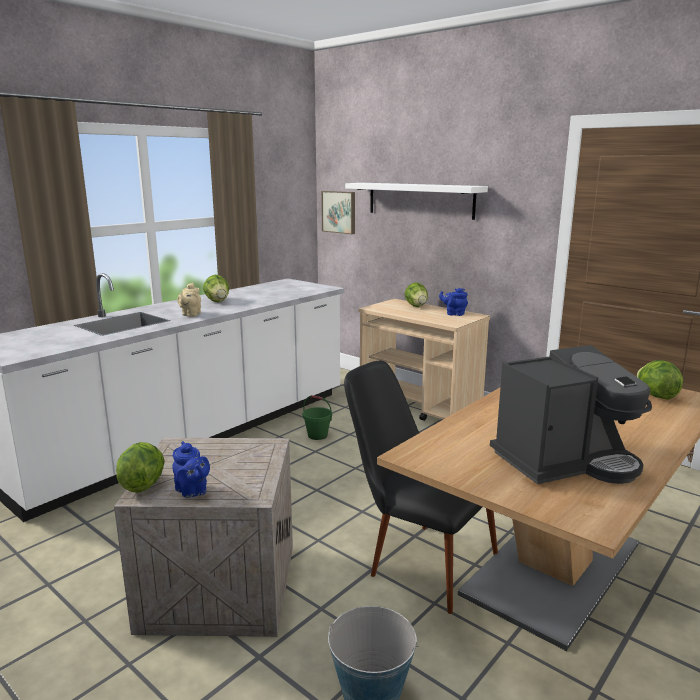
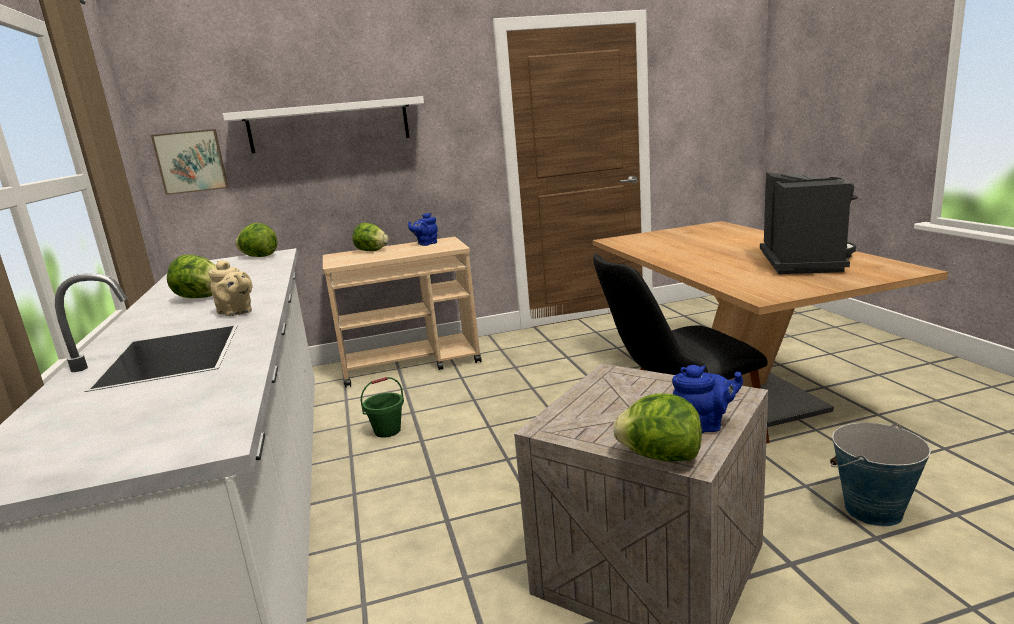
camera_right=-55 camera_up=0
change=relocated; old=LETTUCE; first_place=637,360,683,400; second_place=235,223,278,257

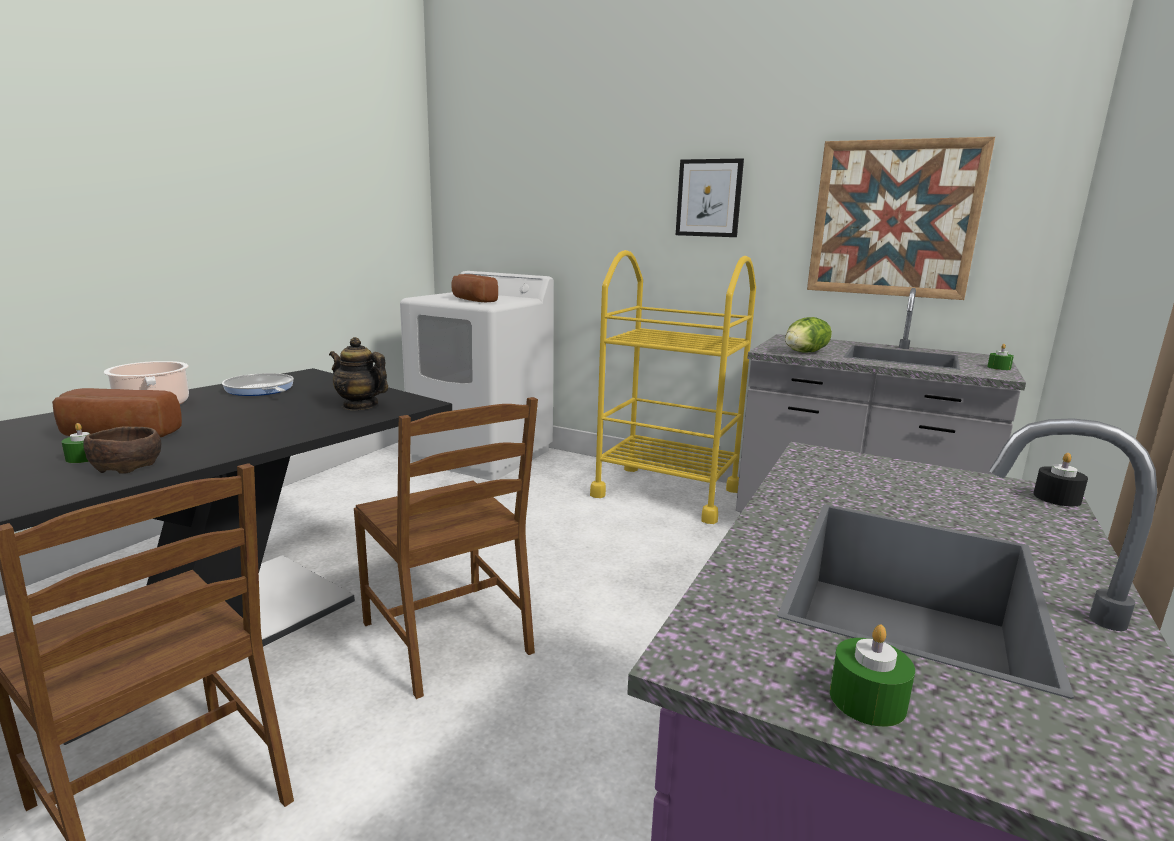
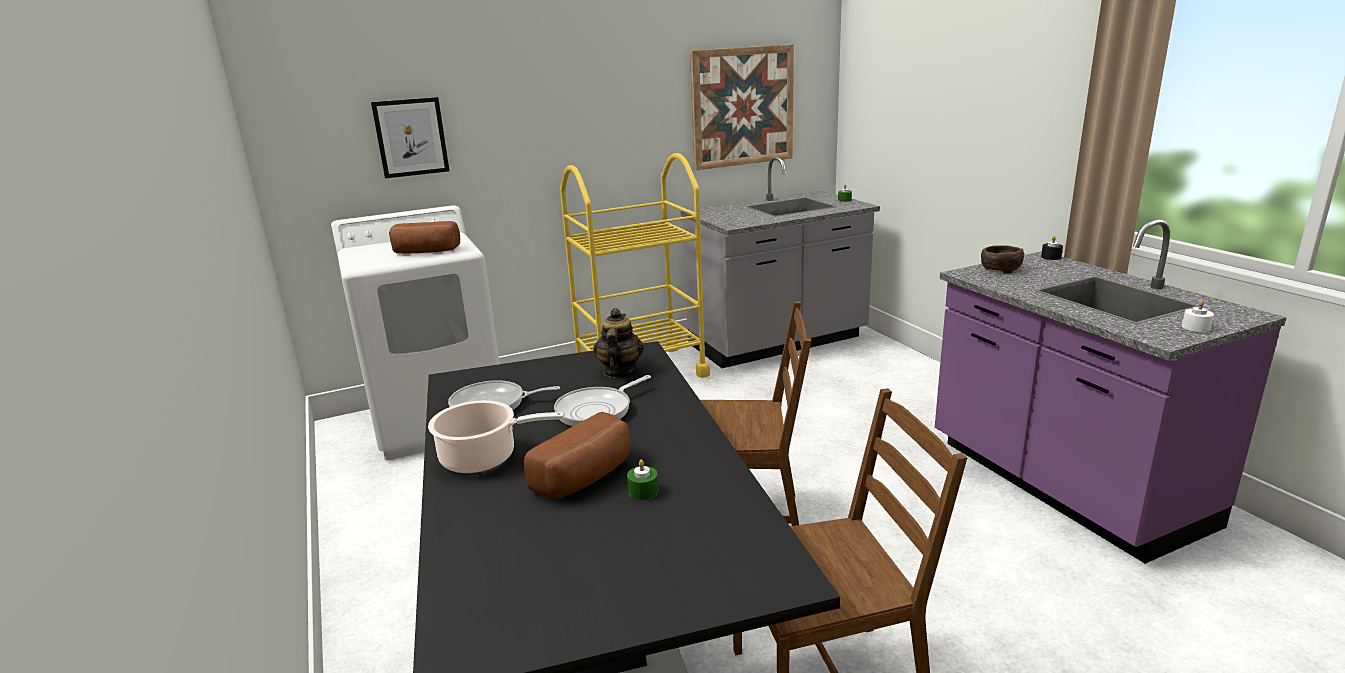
camera_right=-50 camera_up=5
change=missing; old=LETTUCE; first_place=785,317,832,352
change=appeared; new=FRYING PAN; second_place=554,375,651,426
change=relocated; old=BROWN BOWL; first_place=84,426,161,474; second_place=981,245,1024,273
change=relocated; old=PICTURE; first_place=676,158,744,237; second_place=371,97,450,178
change=colour; old=GREEN CANDLE; new=WHITE CANDLE; first_place=830,625,915,727; second_place=1182,300,1214,332
change=spun; old=TEAPOT; first_place=329,337,388,410; second_place=593,308,644,378; degrees=120

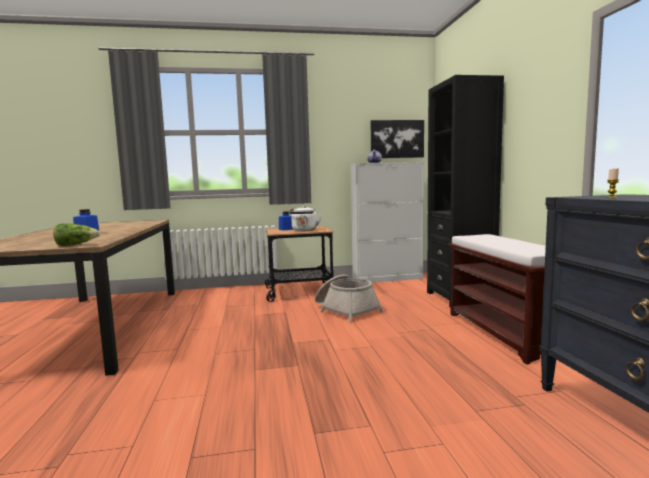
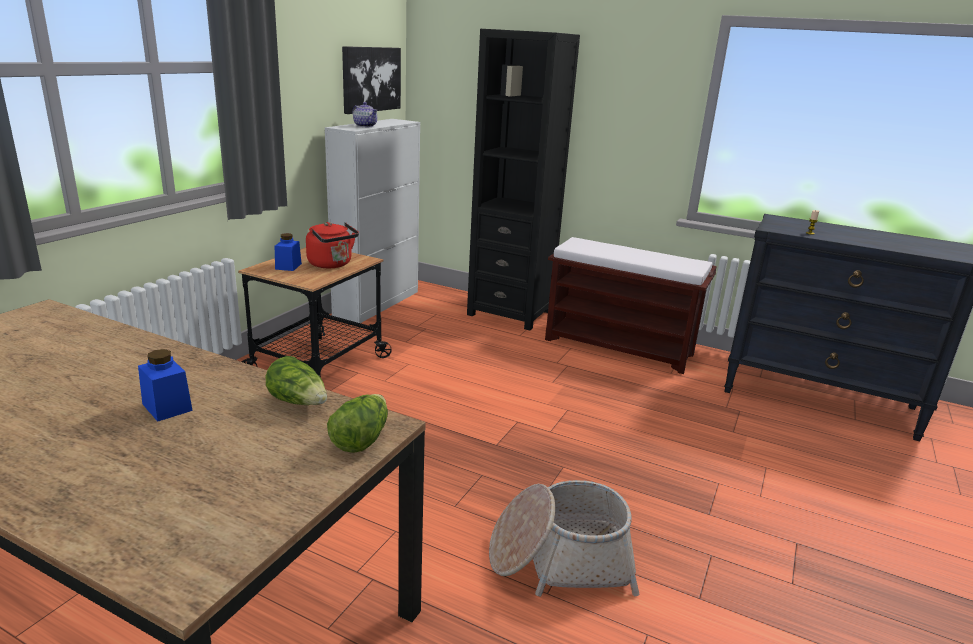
camera_right=-55 camera_up=15
change=appeared; new=LETTUCE; second_place=266,356,327,405
change=relocated; old=BASKET; first_place=315,275,383,322; second_place=489,480,639,597
change=colour; old=WHITE KETTLE; new=RED KETTLE; first_place=289,206,322,231; second_place=306,222,359,268

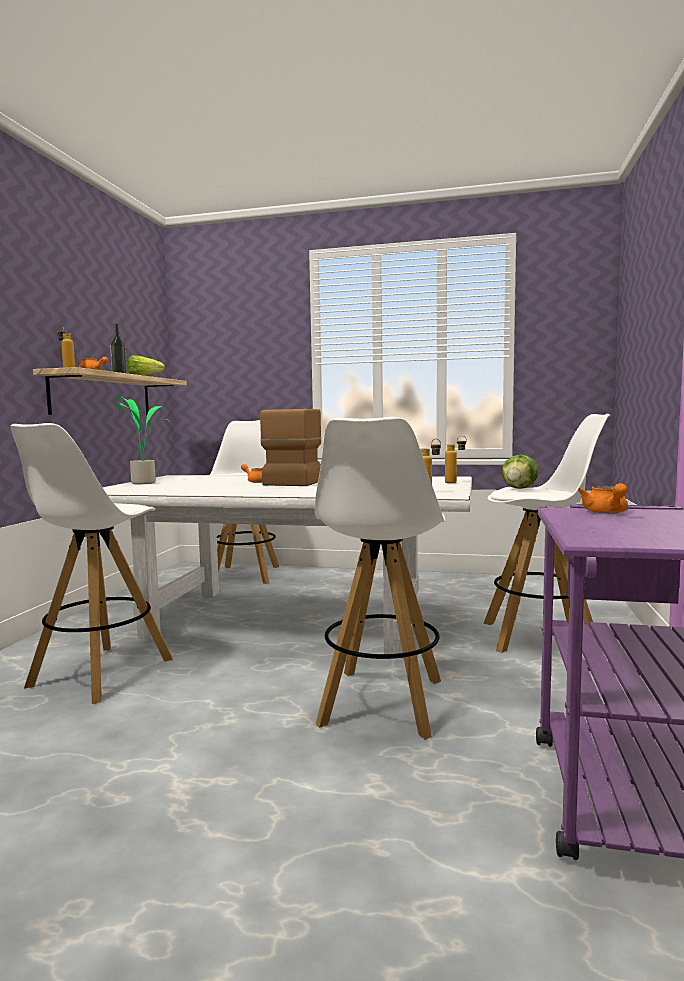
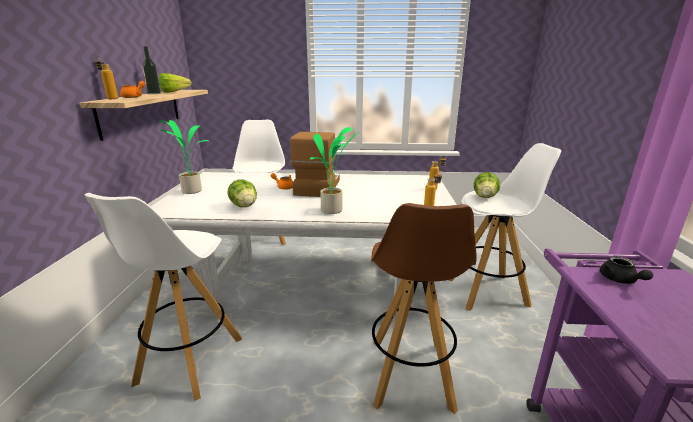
camera_right=-10 camera_up=15
change=appeared; new=LETTUCE; second_place=227,179,257,207
change=appeared; new=POTTED PLANT; second_place=310,127,359,214
change=colour; old=WHITE STOOL; new=BROWN STOOL; first_place=315,417,445,740; second_place=371,203,477,414
change=colour; old=ORANGE TEAPOT; new=BLACK TEAPOT; first_place=578,483,628,514; second_place=600,256,653,284

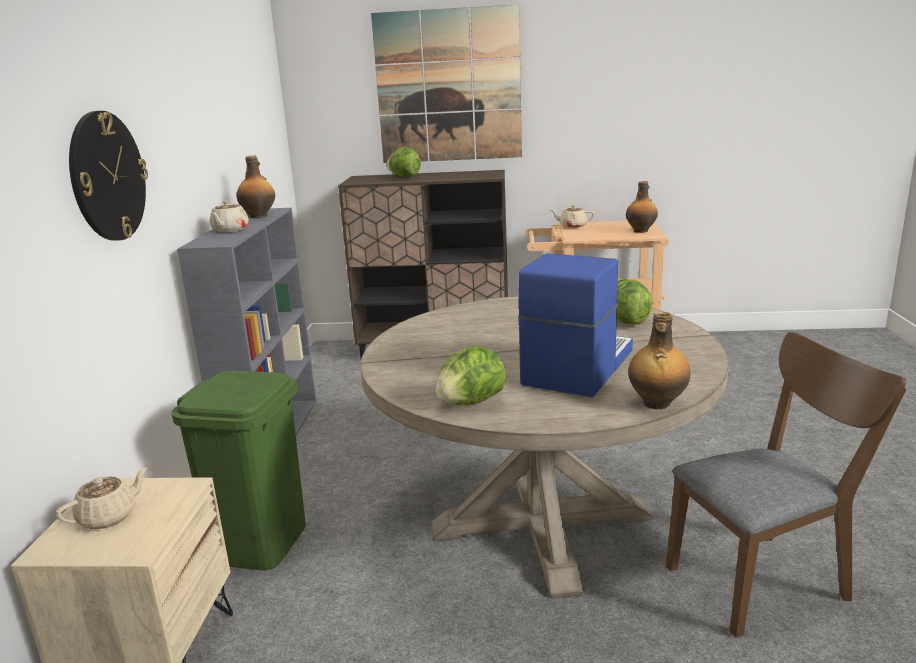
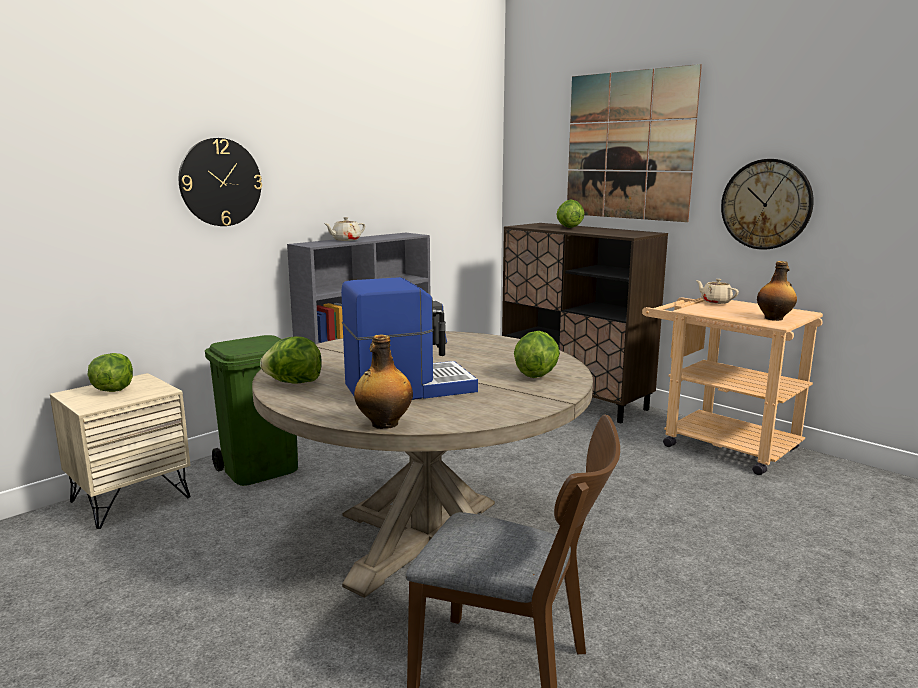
camera_right=40 camera_up=-5
change=missing; old=BOTTLE; first_place=236,155,275,218
change=appeared; new=WALL CLOCK; second_place=721,159,814,250
change=exchanged; old=BEIGE TEAPOT; new=LETTUCE; first_place=56,467,148,529; second_place=87,353,133,392

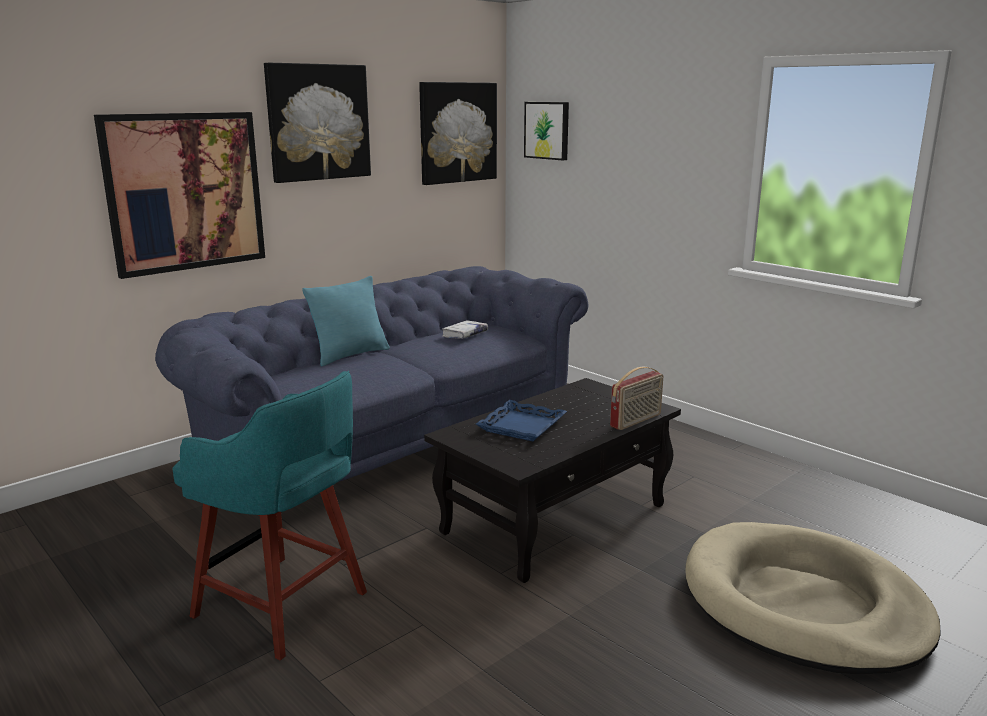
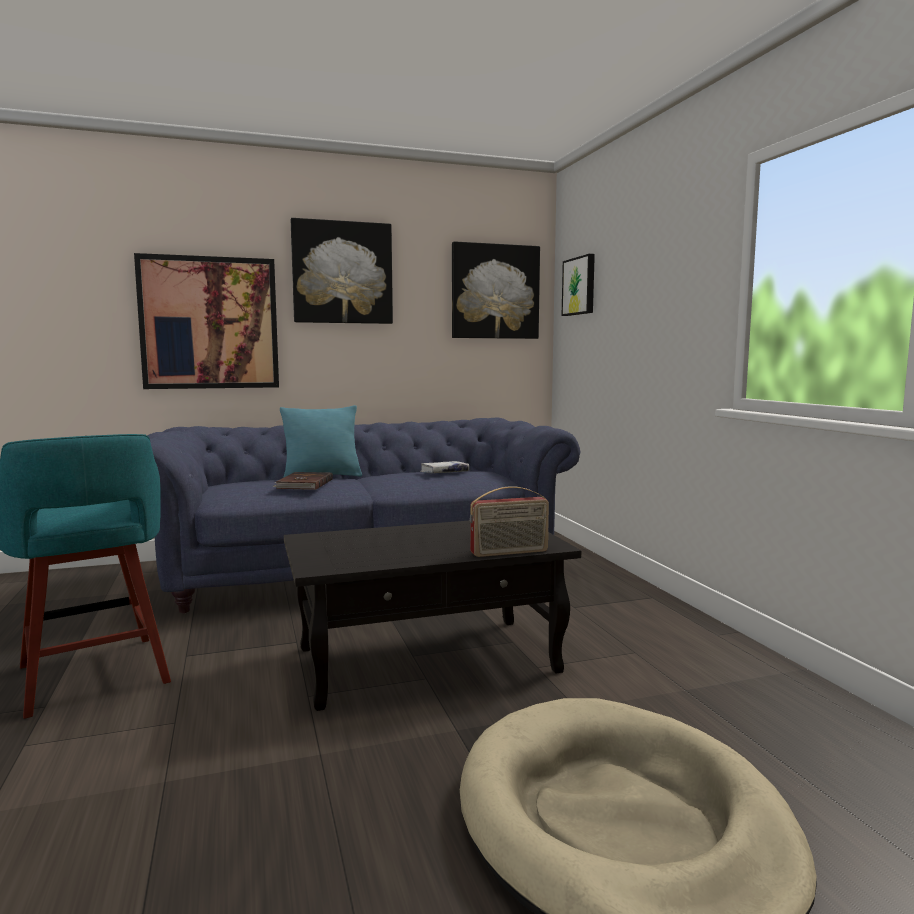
camera_right=25 camera_up=-10
change=missing; old=BLUE TRAY; first_place=476,400,567,441
change=appeared; new=BROWN BOOK; second_place=272,472,333,490

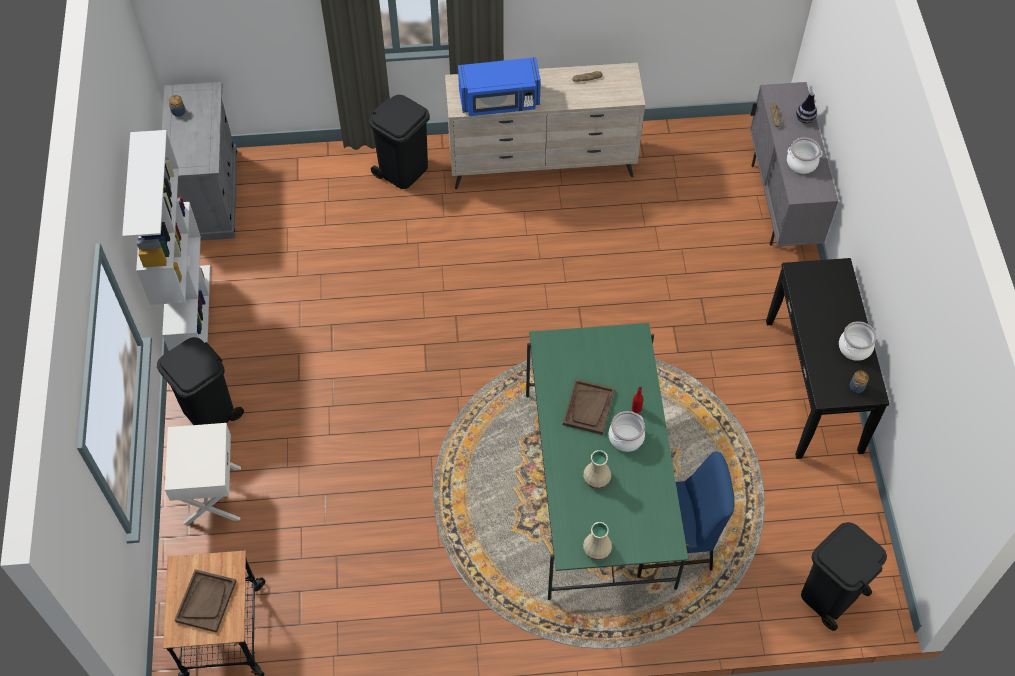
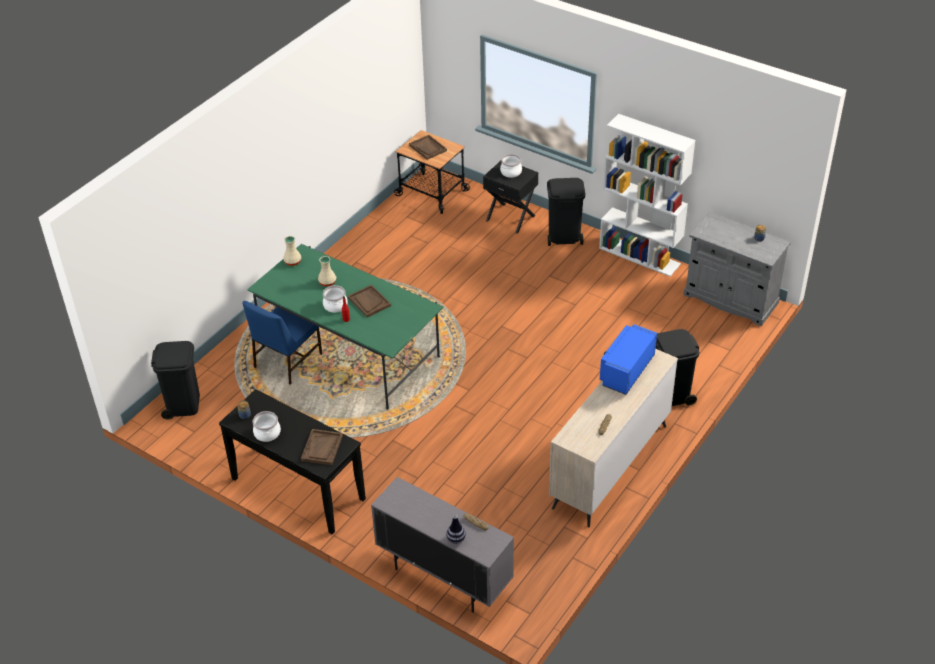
camera_right=130 camera_up=-15
change=appeared; new=BROWN TRAY; second_place=301,429,343,465
change=relocated; old=COOKING POT; first_place=787,137,822,174; second_place=500,154,522,178
change=colour; old=WHITE NIGHTSTAND; new=BLACK NIGHTSTAND; first_place=165,423,241,525; second_place=483,161,538,234

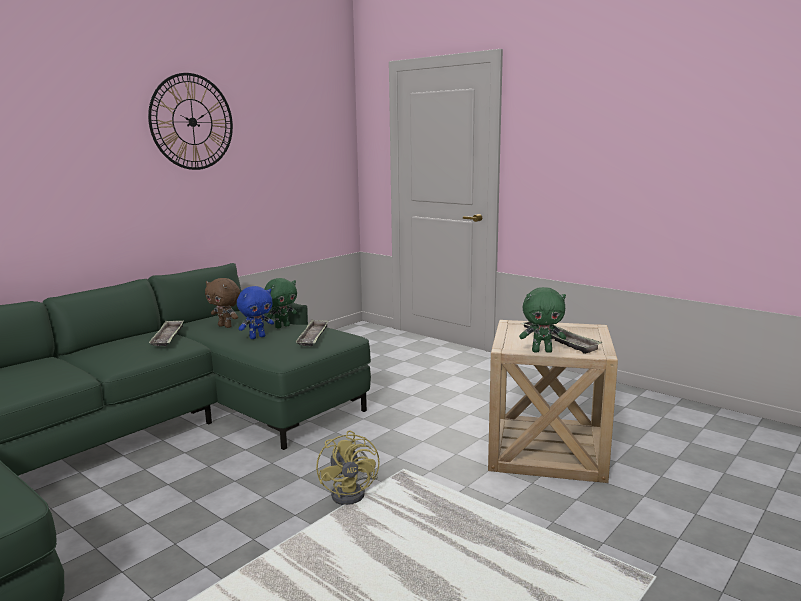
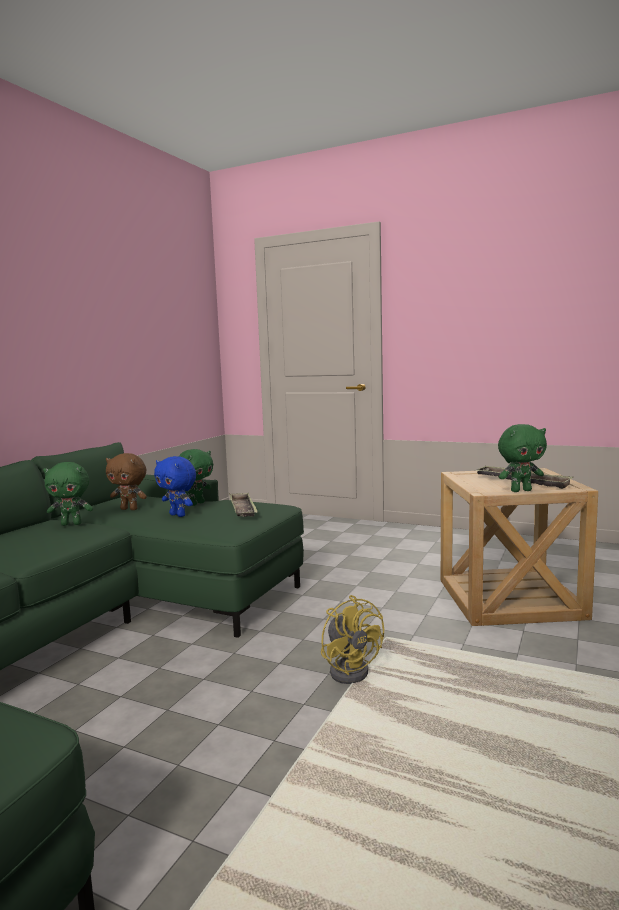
camera_right=-15 camera_up=-5
change=missing; old=WALL CLOCK; first_place=148,73,233,170
change=exchanged; old=TRAY; new=GREEN PLUSH TOY; first_place=149,320,184,346; second_place=43,462,93,526
change=spun; old=BLUE PLUSH TOY; first_place=237,286,274,339; second_place=154,456,196,517; degrees=90

